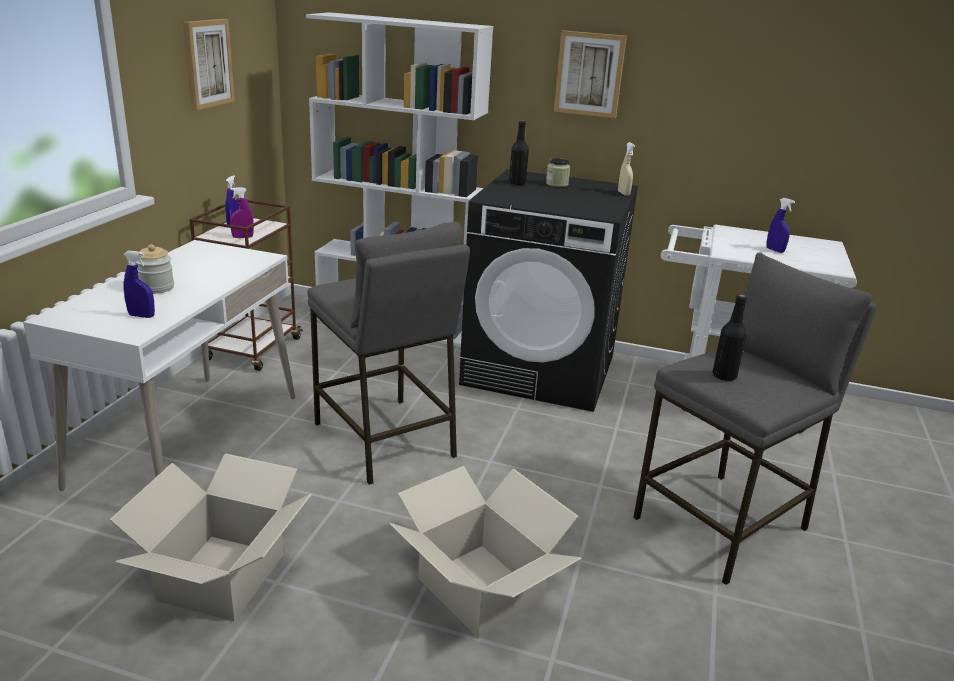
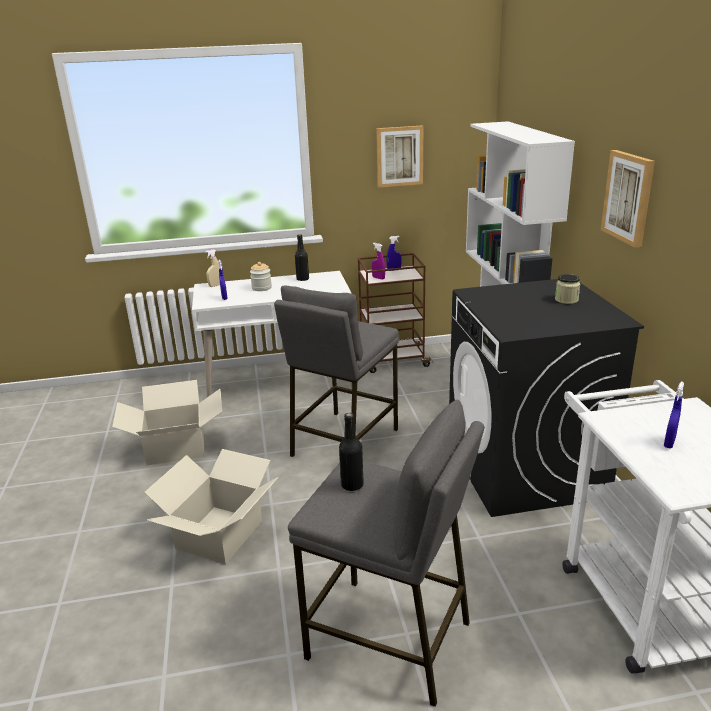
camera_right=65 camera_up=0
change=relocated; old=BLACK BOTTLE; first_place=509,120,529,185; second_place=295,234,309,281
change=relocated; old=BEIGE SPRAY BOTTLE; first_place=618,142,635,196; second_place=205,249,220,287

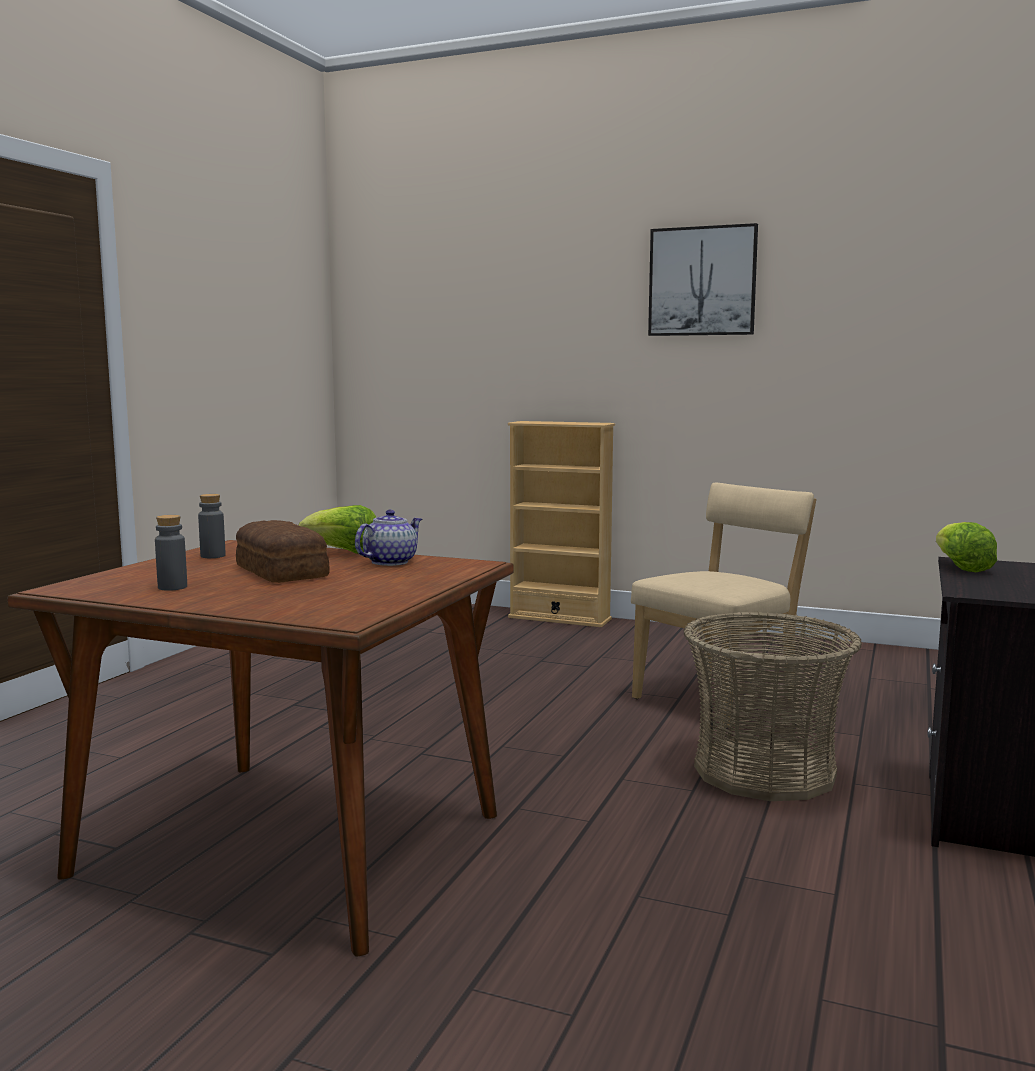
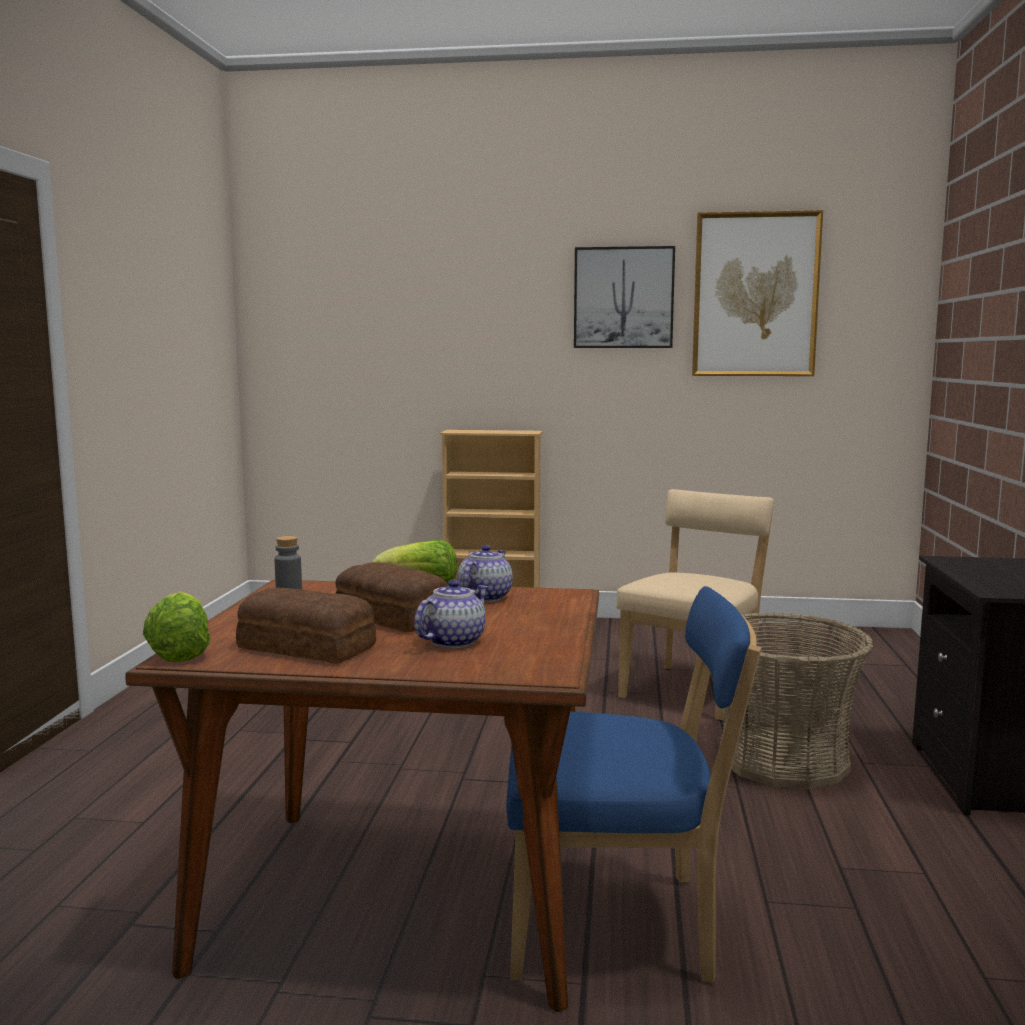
camera_right=-15 camera_up=0
change=appeared; new=TEAPOT; second_place=414,580,488,648
change=appeared; new=BLUE CHAIR; second_place=506,586,761,983
change=appeared; new=PICTURE; second_place=692,210,823,376
change=relocated; old=LETTUCE; first_place=936,522,997,572; second_place=143,592,211,662
change=exchanged; old=GREY BOTTLE; new=BREAD; first_place=155,515,187,591; second_place=236,587,376,664

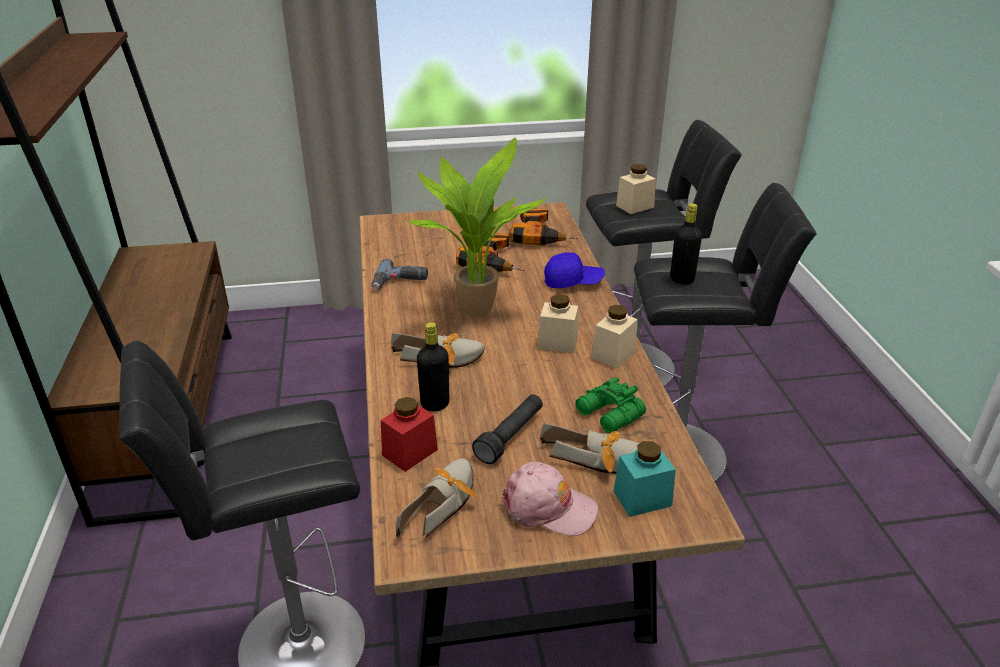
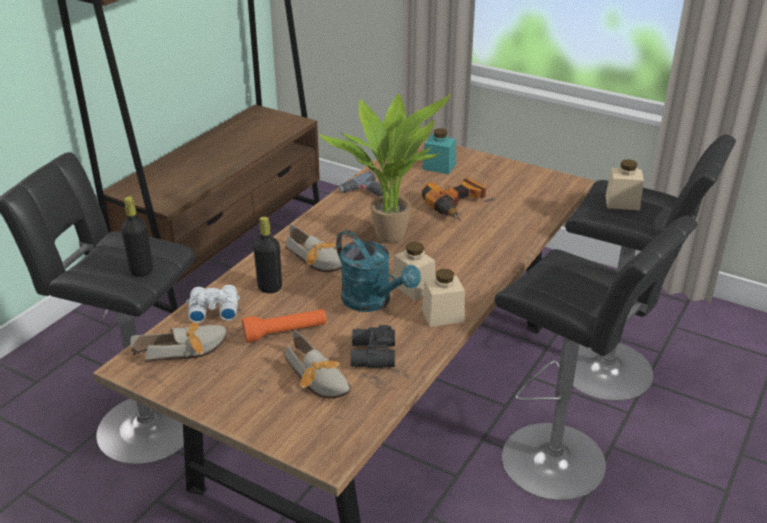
camera_right=40 camera_up=0
change=missing; old=PINK CAP; first_place=502,462,598,536
change=missing; old=POWER DRILL; first_place=509,209,579,246
change=missing; old=BLUE CAP; first_place=544,252,605,288
change=appeared; new=TURQUOISE WATERING CAN; second_place=336,230,421,312
change=relocated; old=TURQUOISE JAR; first_place=614,441,676,517; second_place=422,128,456,174
change=relocated; old=BLACK BOTTLE; first_place=670,203,702,284; second_place=121,196,153,277
change=exchanged; old=RED JAR; new=WHITE BINOCULARS; first_place=381,397,438,472; second_place=186,285,240,323
change=colour; old=BLACK FLASHLIGHT; new=ORANGE FLASHLIGHT; first_place=472,395,543,464; second_place=242,309,326,343
change=colour; old=GREEN BINOCULARS; new=BLACK BINOCULARS; first_place=575,377,646,433; second_place=351,325,395,368

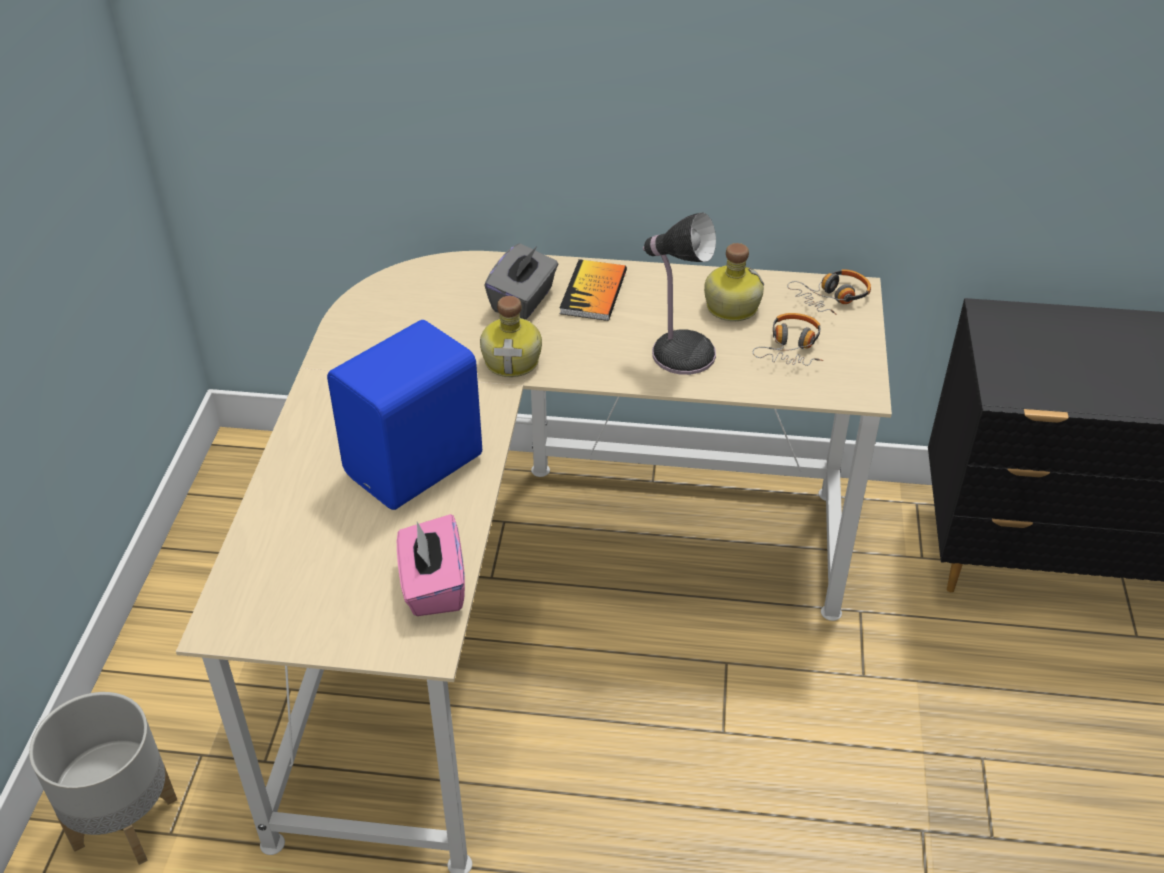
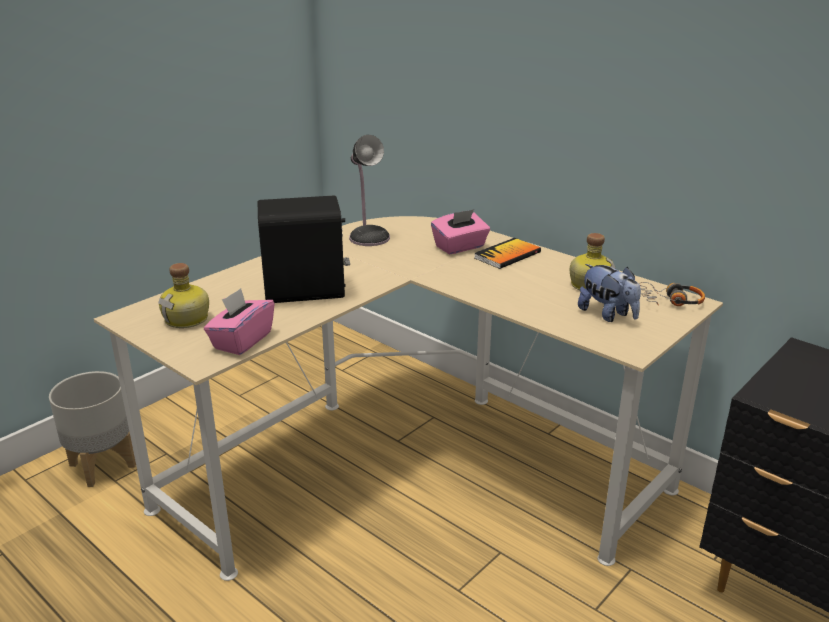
camera_right=35 camera_up=-15
change=relocated; old=BOTTLE; first_place=480,296,542,377; second_place=158,263,209,328
change=relocated; old=TABLE LAMP; first_place=643,213,716,375; second_place=349,135,390,246
change=exchanged; old=HEADPHONES; new=PLUSH TOY; first_place=753,313,823,366; second_place=578,264,641,322
change=colour; old=BLUE SPEAKER; new=BLACK SPEAKER; first_place=327,320,482,510; second_place=258,196,350,303
change=colour; old=GREY TISSUE BOX; new=PINK TISSUE BOX; first_place=484,243,558,319; second_place=431,209,490,255

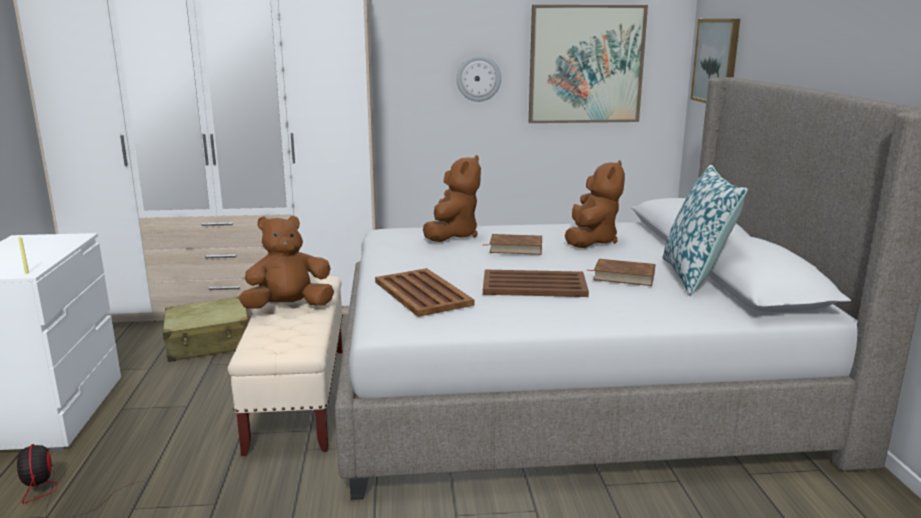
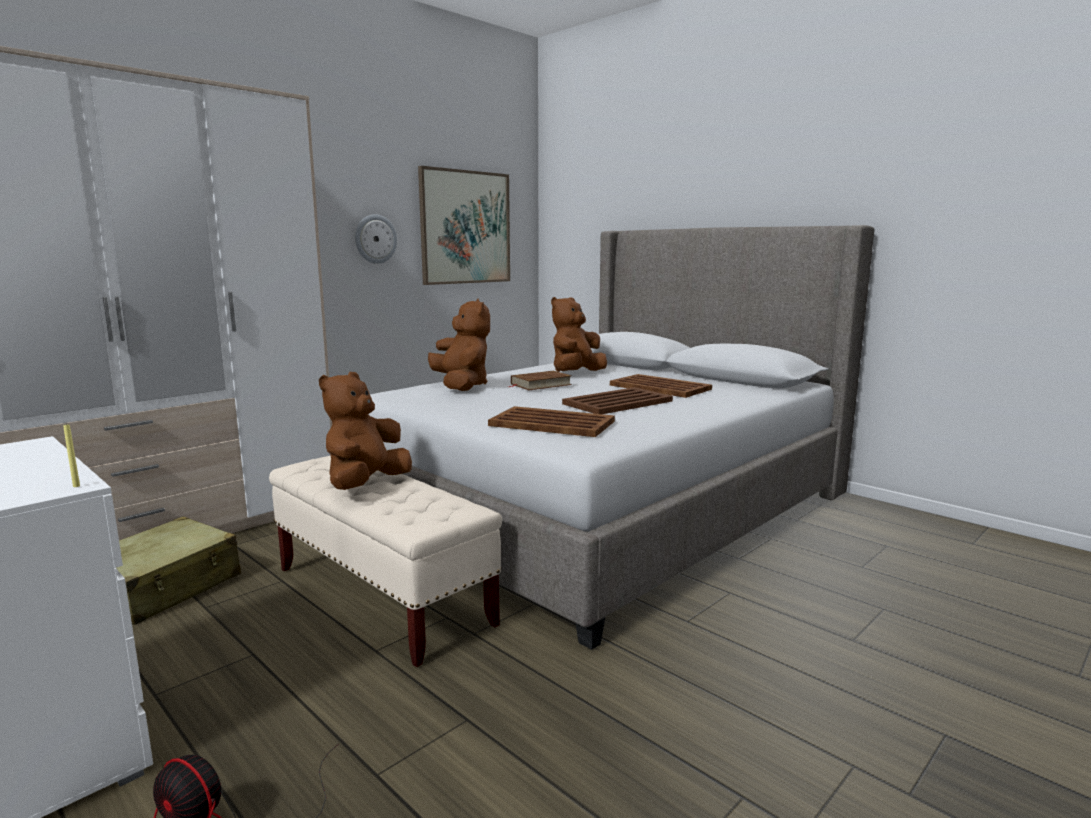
camera_right=-40 camera_up=-5
change=missing; old=PILLOW; first_place=663,165,748,296
change=missing; old=PICTURE; first_place=691,19,740,103
change=exchanged; old=BROWN BOOK; new=BROWN TRAY; first_place=587,259,655,286; second_place=610,374,712,398
change=spun; old=BROWN PLUSH TOY; first_place=565,160,625,248; second_place=551,297,607,372; degrees=-120

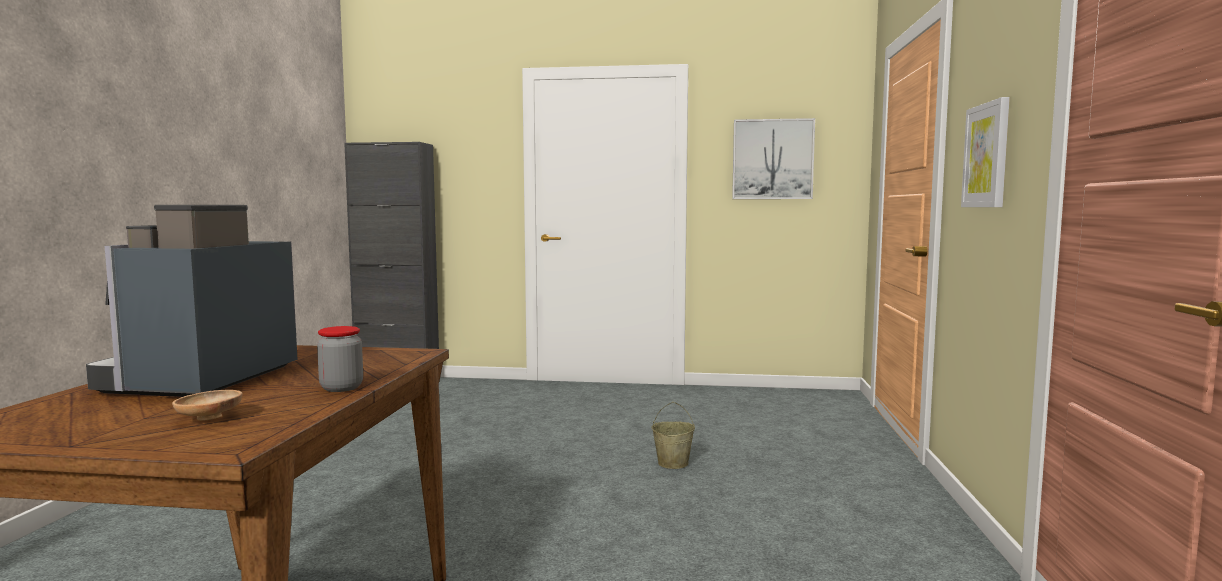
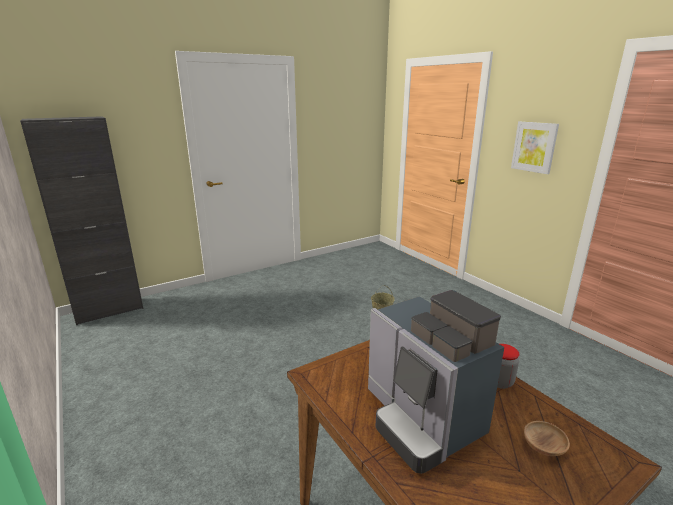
camera_right=-40 camera_up=15
change=missing; old=PICTURE; first_place=732,118,815,199

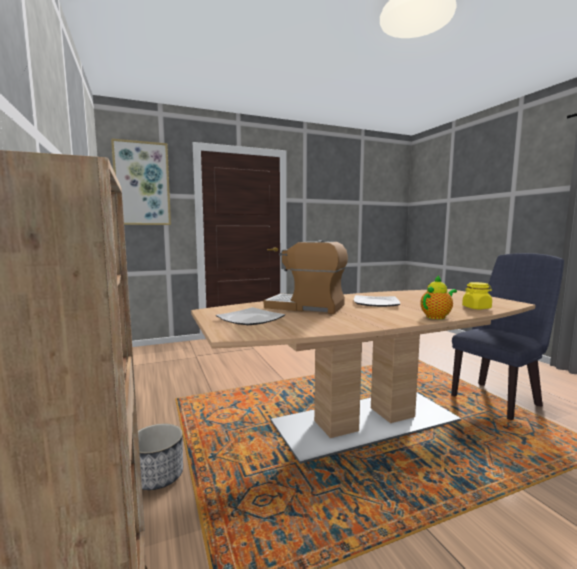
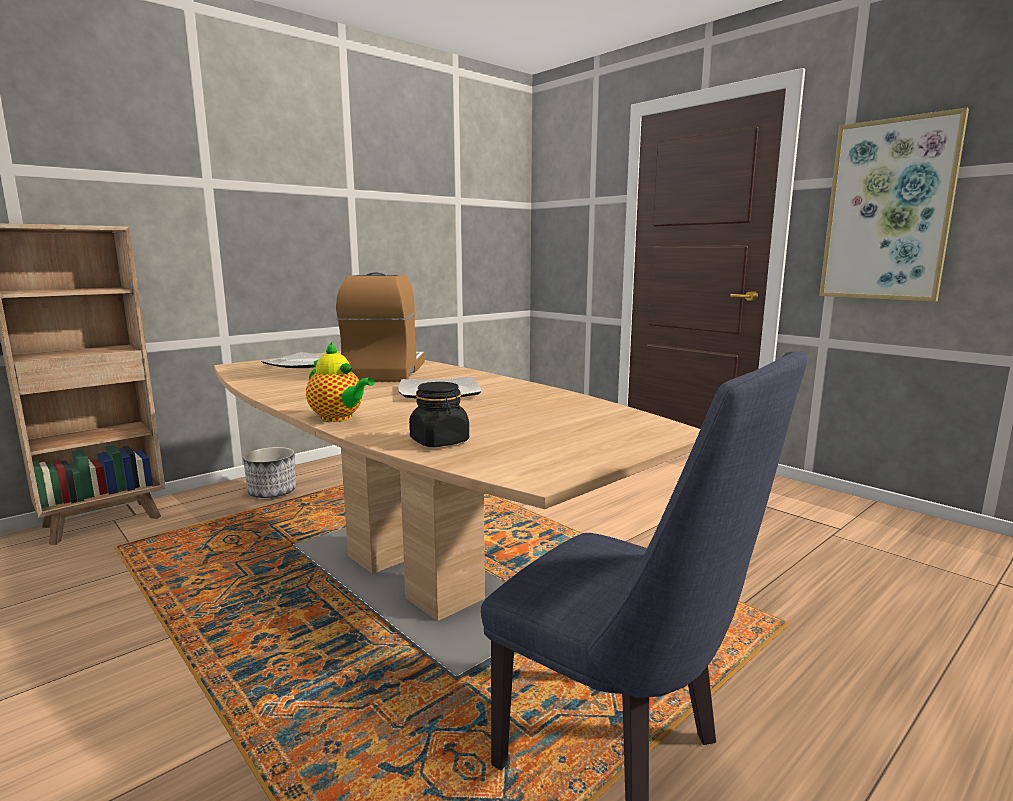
camera_right=70 camera_up=5
change=relocated; old=PICTURE; first_place=111,138,171,225; second_place=819,107,969,302
change=colour; old=YELLOW JAR; new=BLACK JAR; first_place=462,282,492,309; second_place=409,382,469,447

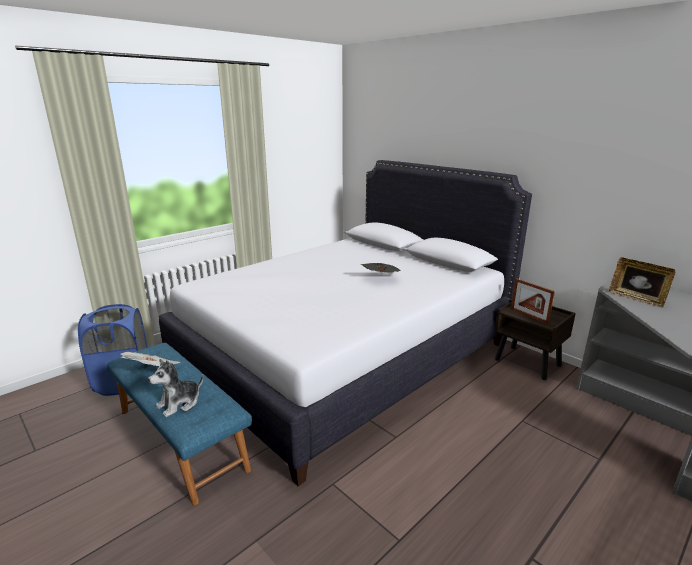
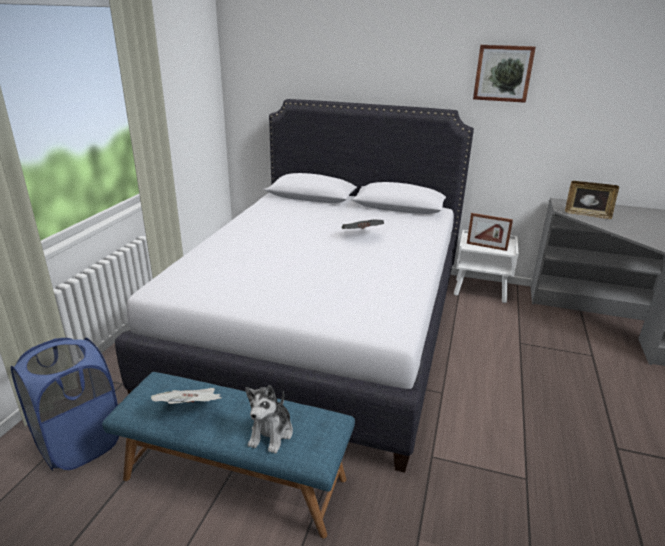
camera_right=-30 camera_up=5
change=appeared; new=PICTURE; second_place=473,45,536,103
change=colour; old=BROWN NIGHTSTAND; new=WHITE NIGHTSTAND; first_place=495,301,576,380; second_place=454,230,519,303

